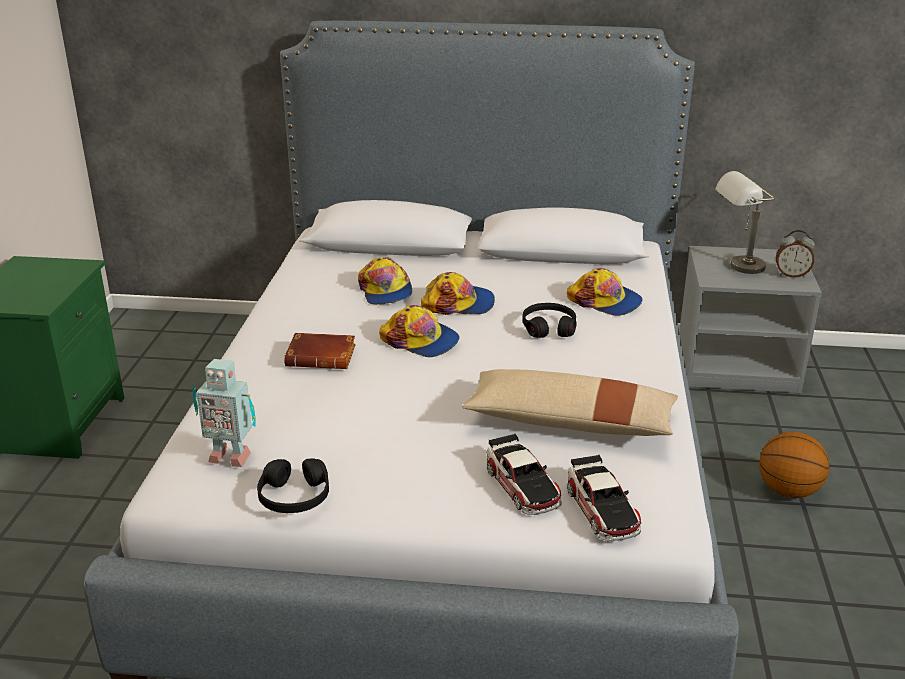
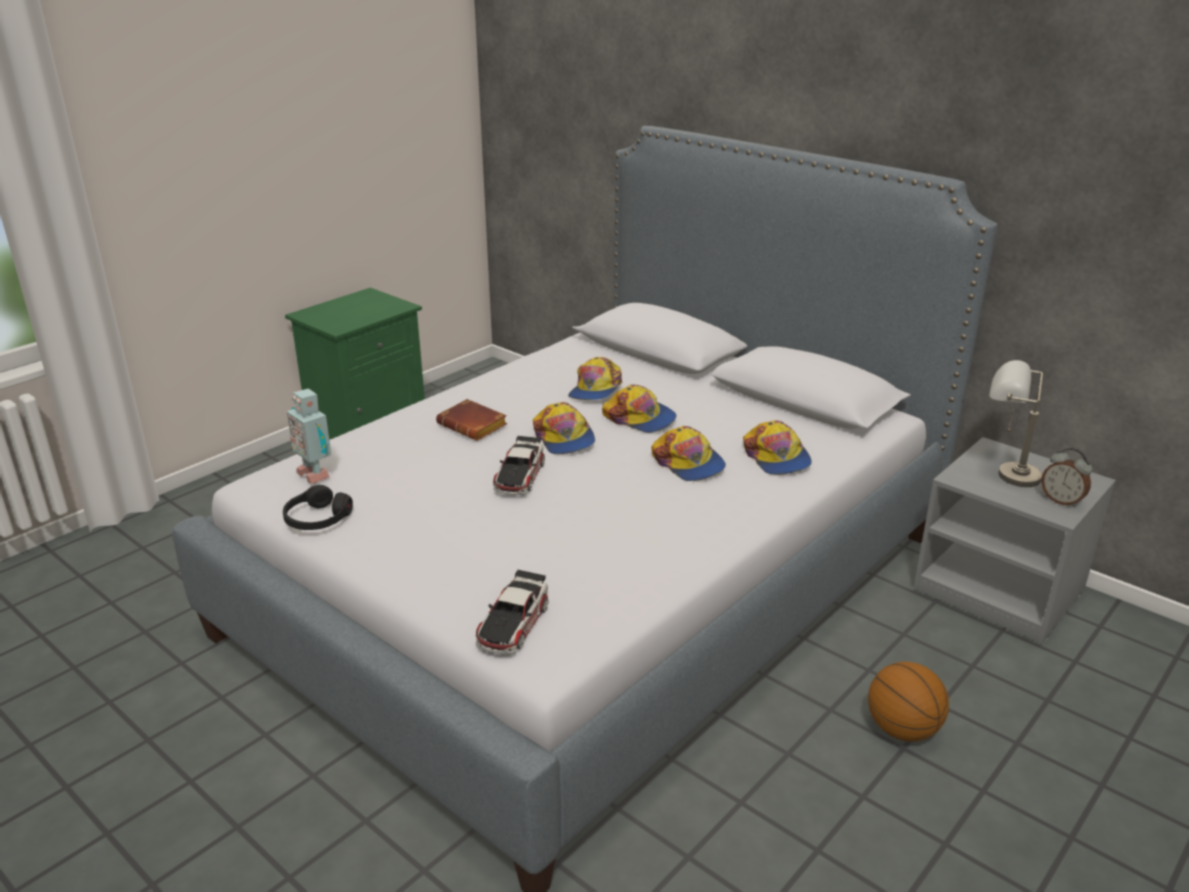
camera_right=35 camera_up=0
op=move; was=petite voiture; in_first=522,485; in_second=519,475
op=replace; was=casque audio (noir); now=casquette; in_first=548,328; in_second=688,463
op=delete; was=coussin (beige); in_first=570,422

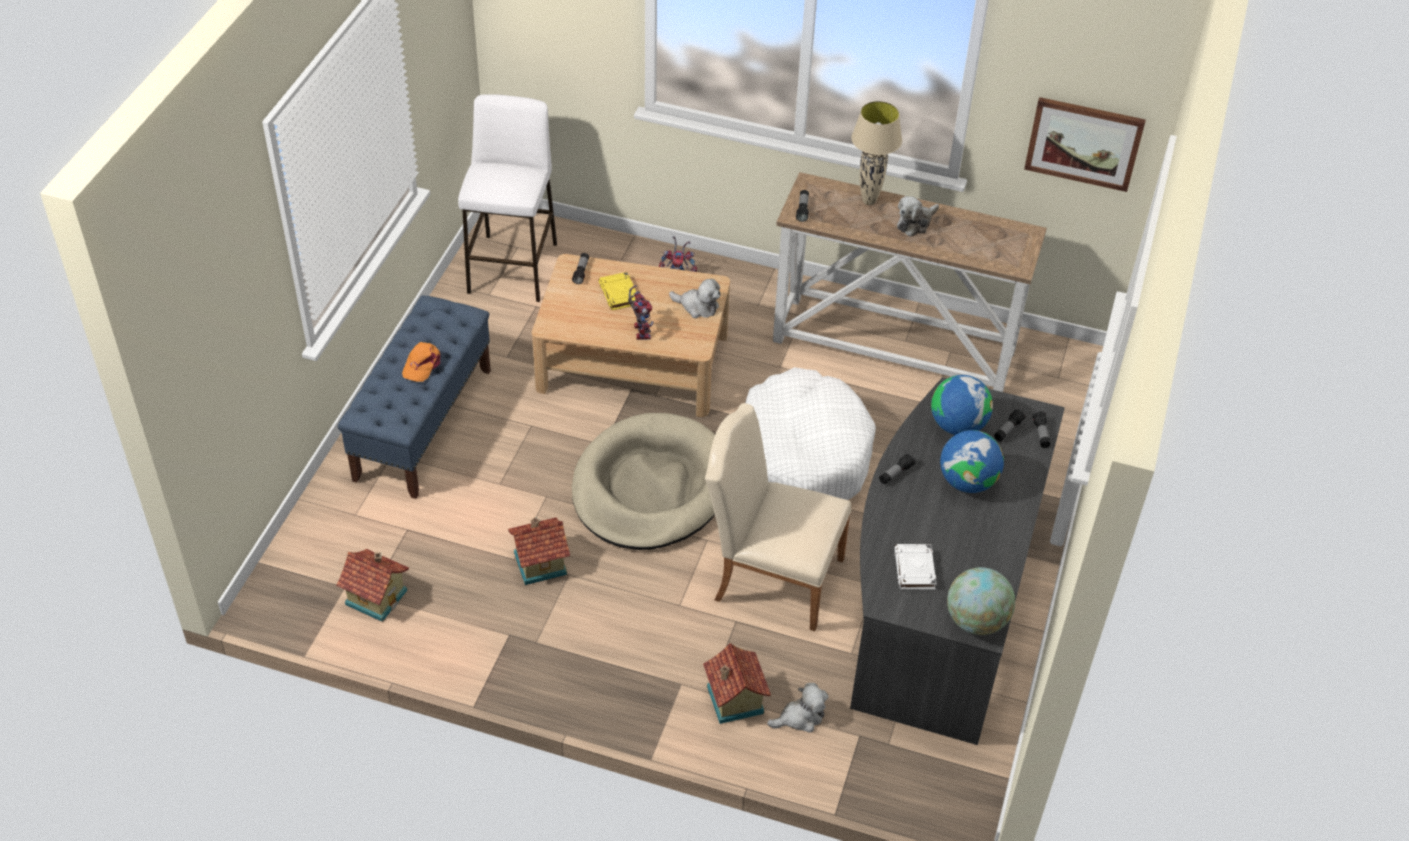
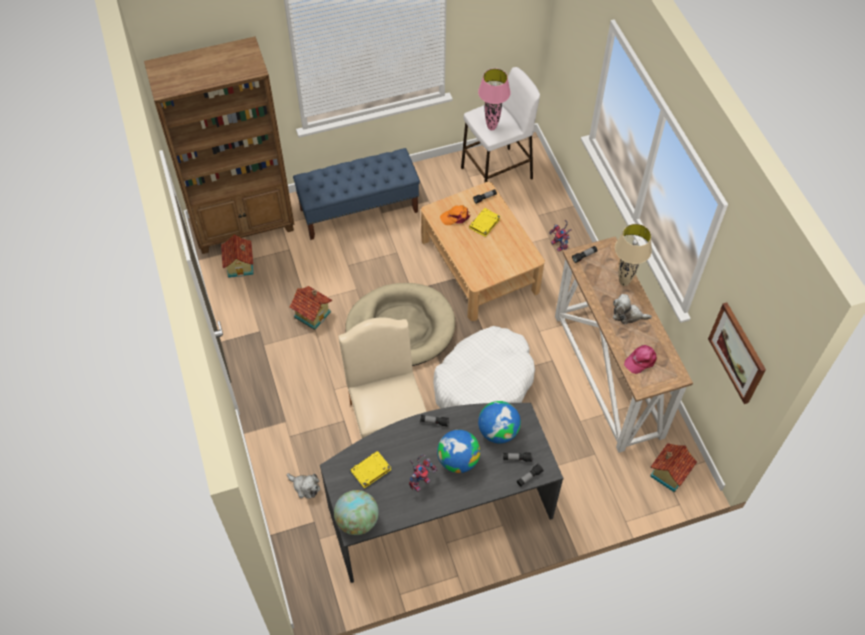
camera_right=55 camera_up=10
op=insert; now=bibliothèque (marron); in_second=244,225
op=recolor; was=livre (blanc); now=livre (jaune); in_first=915,570; in_second=370,471
op=move; was=robot jouet; in_first=640,330; in_second=420,480
op=move; was=casquette (orange); in_first=422,365; in_second=455,217
op=insert; now=lampe de table (rose); in_second=492,127
op=insert; now=casquette (rose); in_second=640,360
op=move; was=maison miniature; in_first=733,700; in_second=668,473
op=delete; was=peluche; in_first=697,306

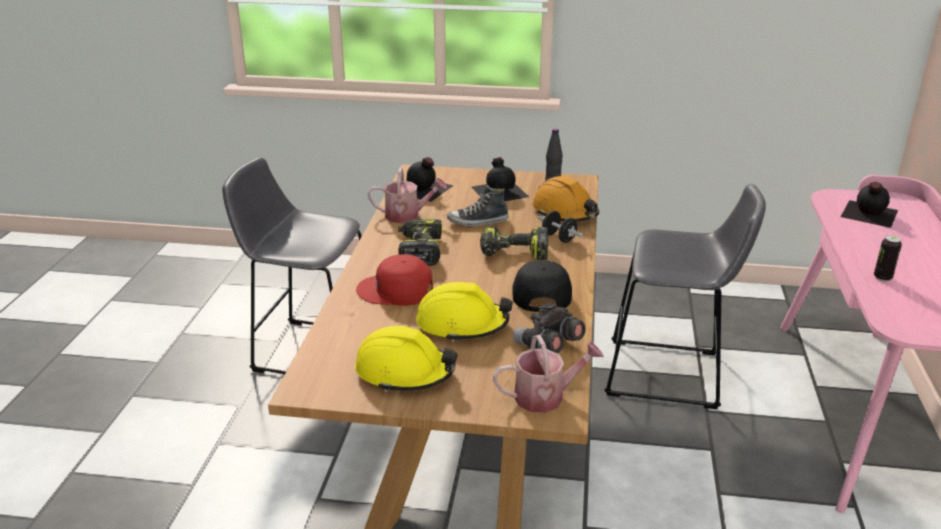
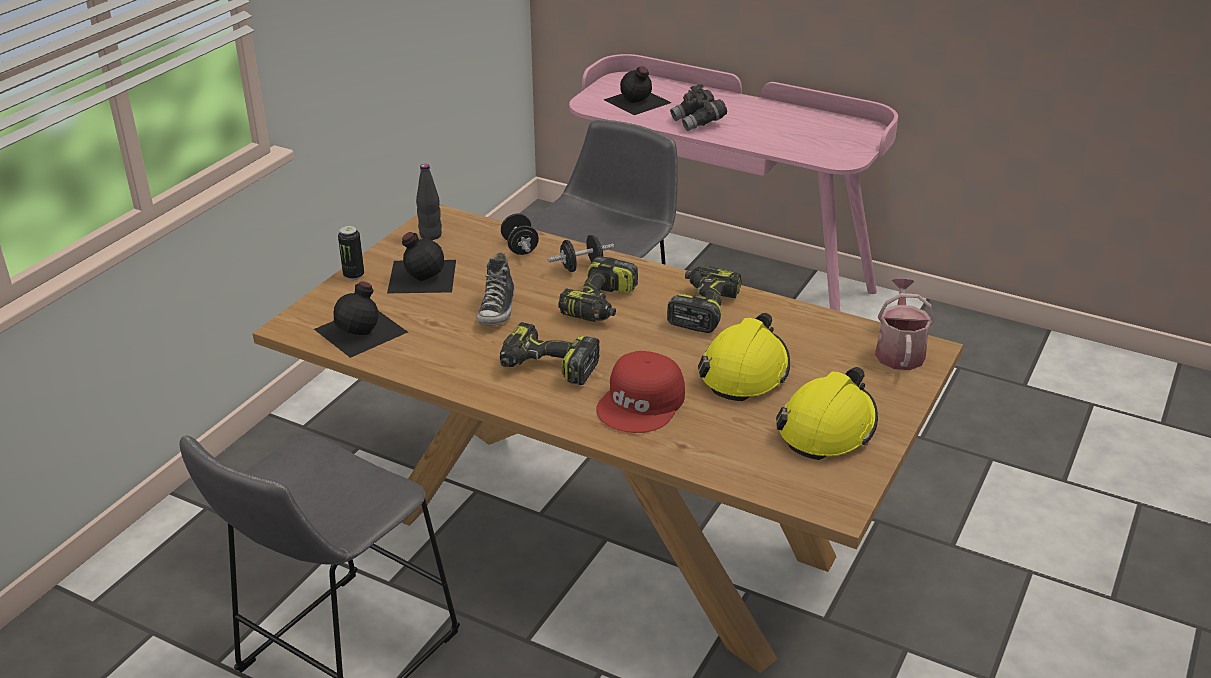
camera_right=-70 camera_up=5
op=move; was=boîte métallique; in_first=882,278; in_second=354,275
op=replace; was=casque de chantier (orange); now=haltère (noir); in_first=565,213; in_second=520,247
op=replace; was=casquette (noir); now=perceuse; in_first=540,293; in_second=702,308
op=move; was=jumelles (gris); in_first=548,346; in_second=698,122
op=delete; was=arrosoir; in_first=407,215

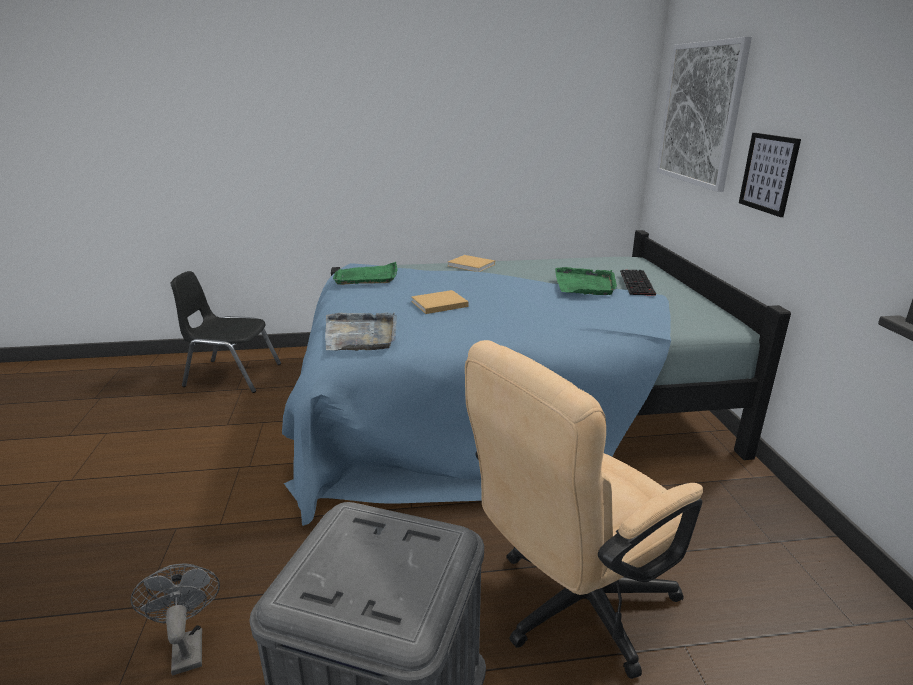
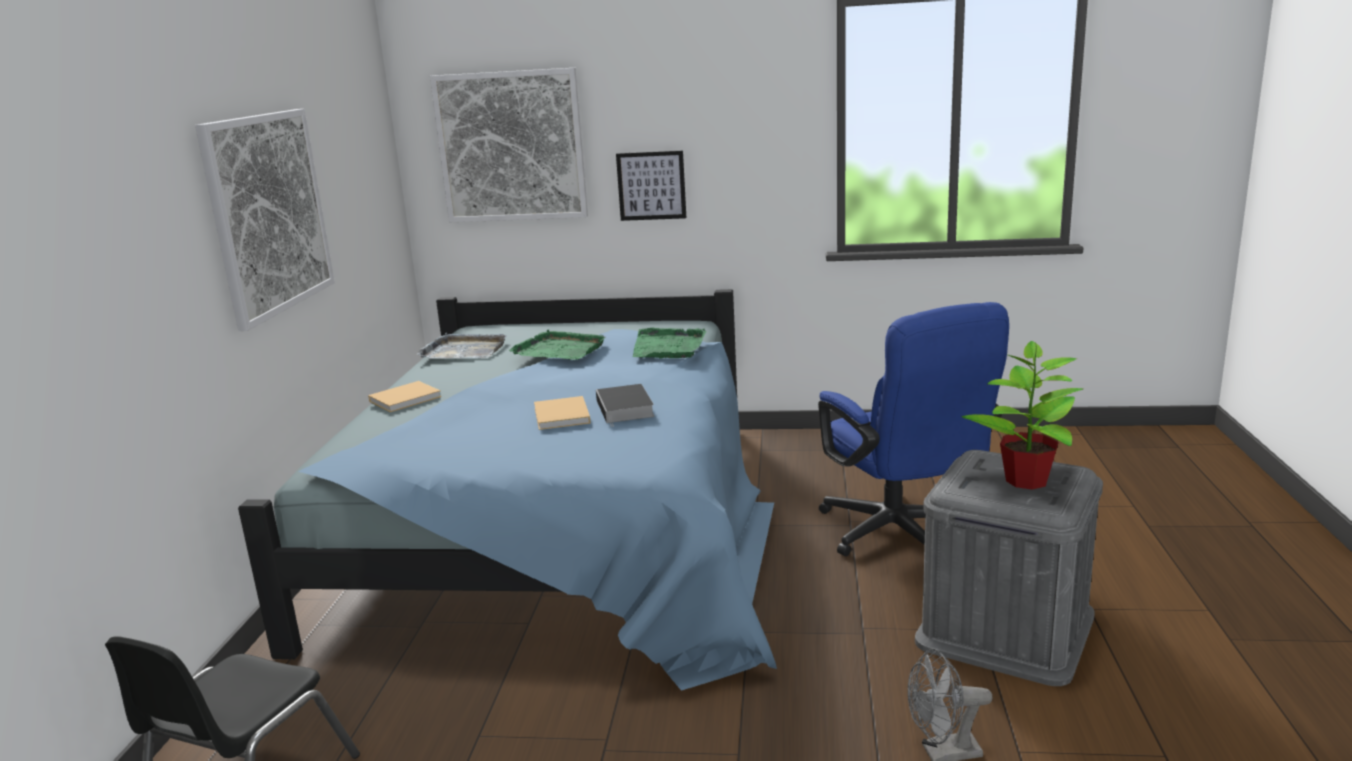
camera_right=-75 camera_up=-5
op=insert; now=tableau; in_second=268,213
op=move; was=plateau (gris); in_first=361,335; in_second=464,350
op=insert; now=livre; in_second=625,409
op=move; was=plateau (vert); in_first=367,277; in_second=668,347
op=recolor; was=chaise de bureau (beige); now=chaise de bureau (bleu); in_first=571,607; in_second=902,536
op=insert; now=plante en pot; in_second=1025,481
op=delete; was=clavier; in_first=638,283

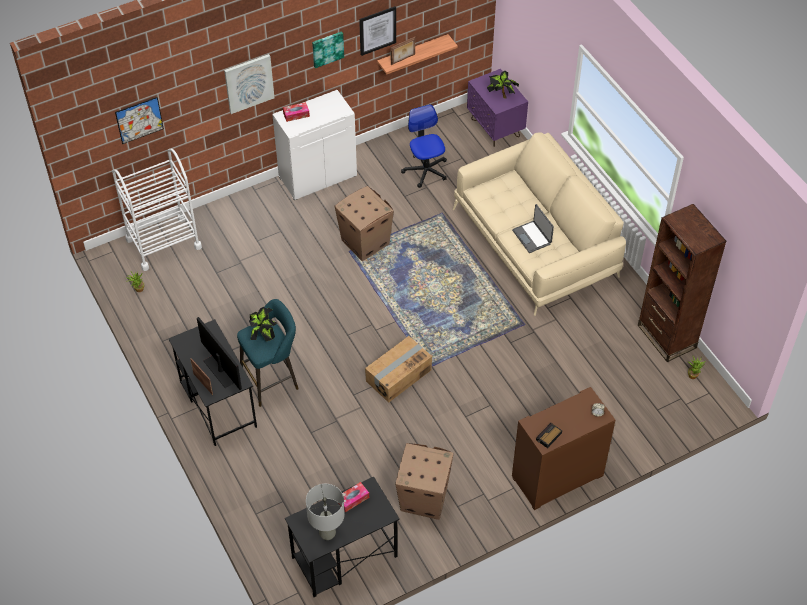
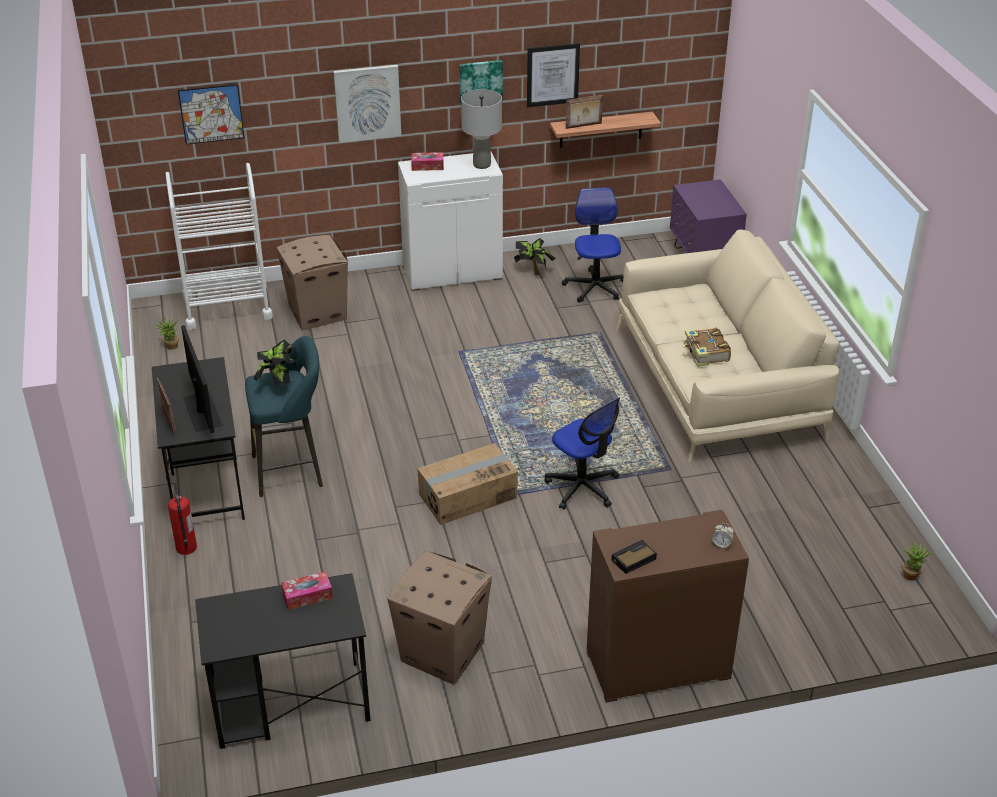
camera_right=15 camera_up=-15
op=insert; now=extincteur; in_second=186,548
op=move; was=carton; in_first=365,241; in_second=317,312
op=move; was=lampe de table (gris); in_first=327,533; in_second=482,165
op=move; was=plante en pot; in_first=501,95; in_second=533,271
op=insert; now=chaise de bureau; in_second=582,487
op=replace; was=ordinateur portable; now=livre; in_first=532,237; in_second=706,353
op=delete; was=bibliothèque (marron); in_first=666,336

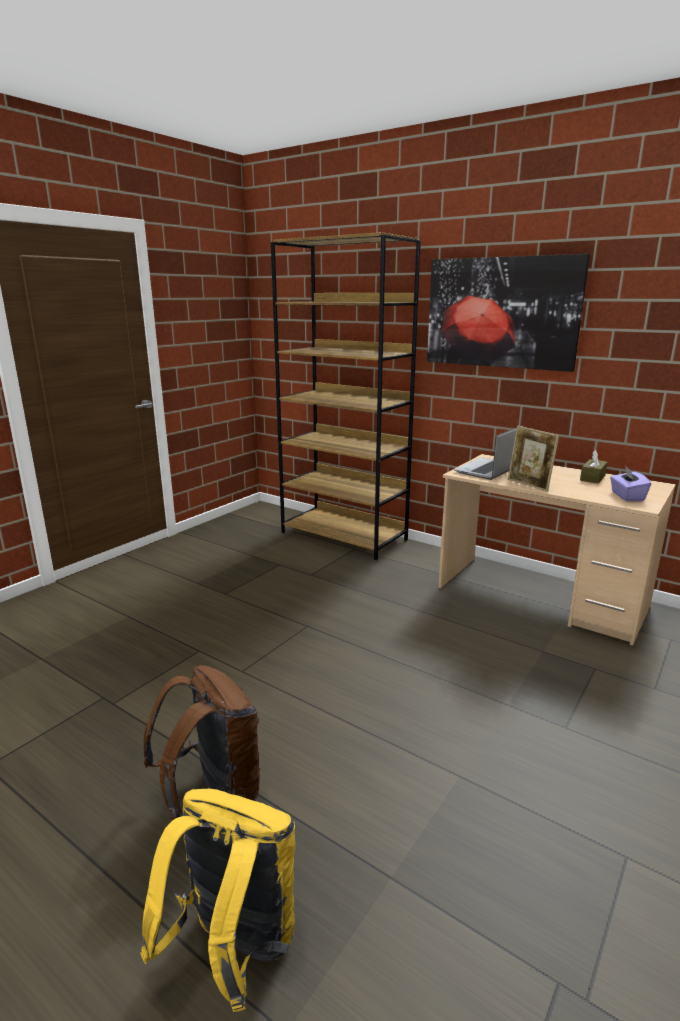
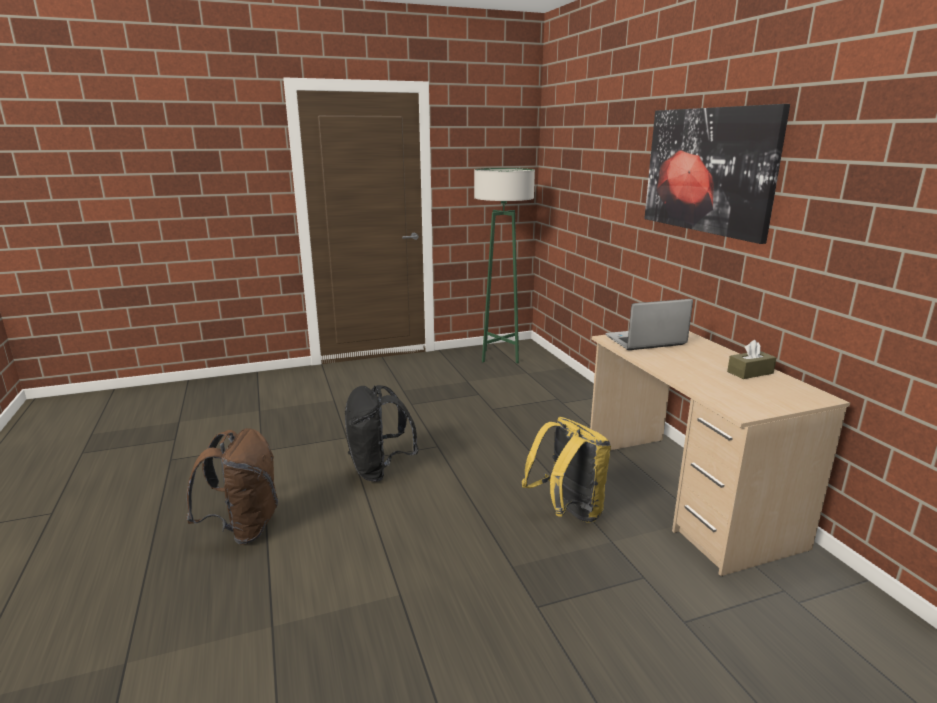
camera_right=35 camera_up=0
op=insert; now=sac à dos (noir); in_second=379,470
op=insert; now=lampadaire (vert); in_second=500,356
op=move; was=sac à dos (jaune); in_first=234,949; in_second=567,512
op=delete; was=bibliothèque (marron); in_first=344,536
op=delete; was=cadre photo; in_first=529,485
op=delete; was=boîte à mouchoirs (violet); in_first=626,496

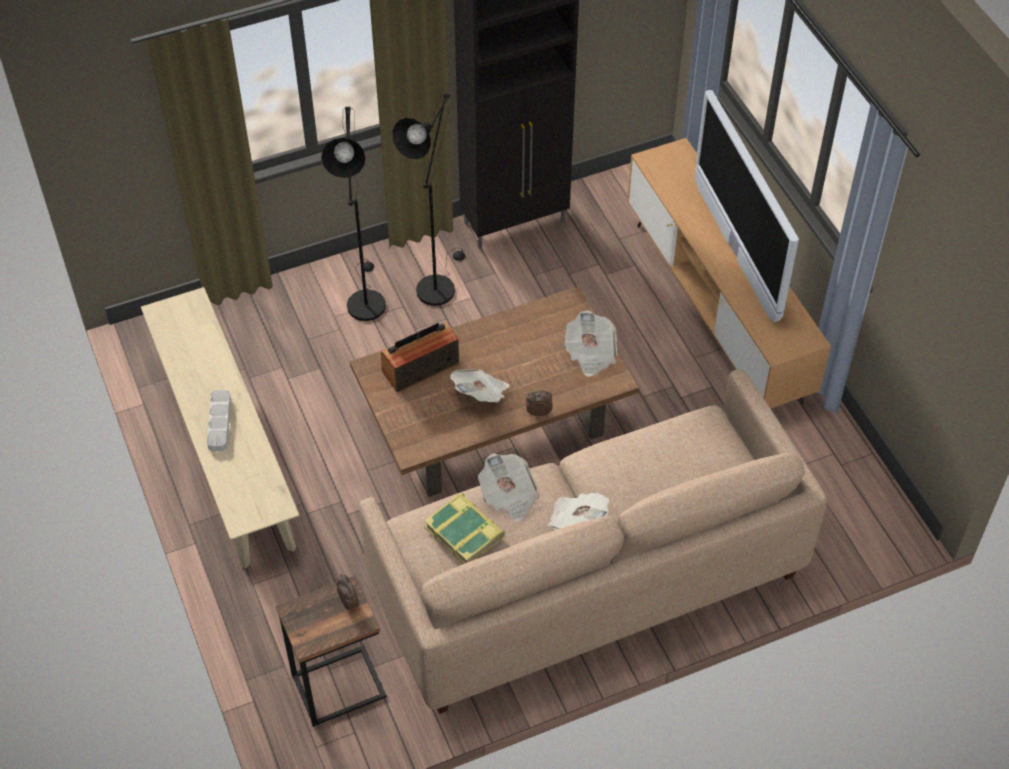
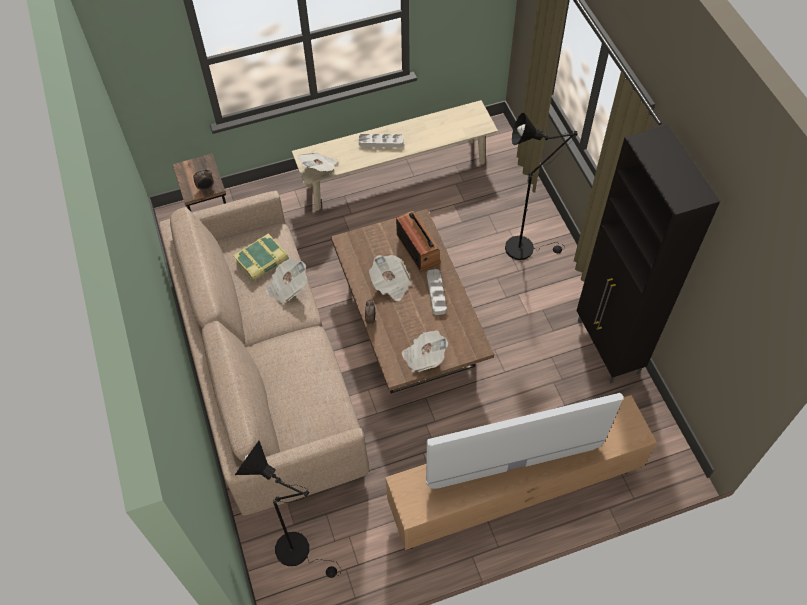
camera_right=95 camera_up=5
op=move; was=lampadaire (noir); in_first=437,284; in_second=299,551
op=move; was=journal; in_first=577,521; in_second=319,168
op=insert; now=plateau (gris); in_second=436,293

